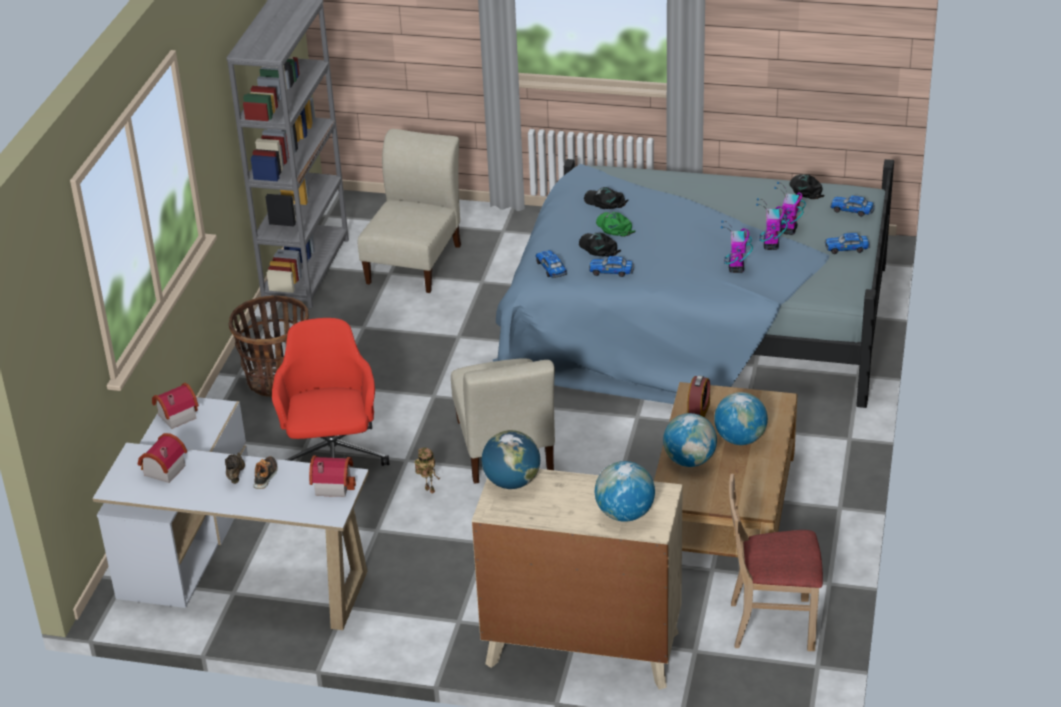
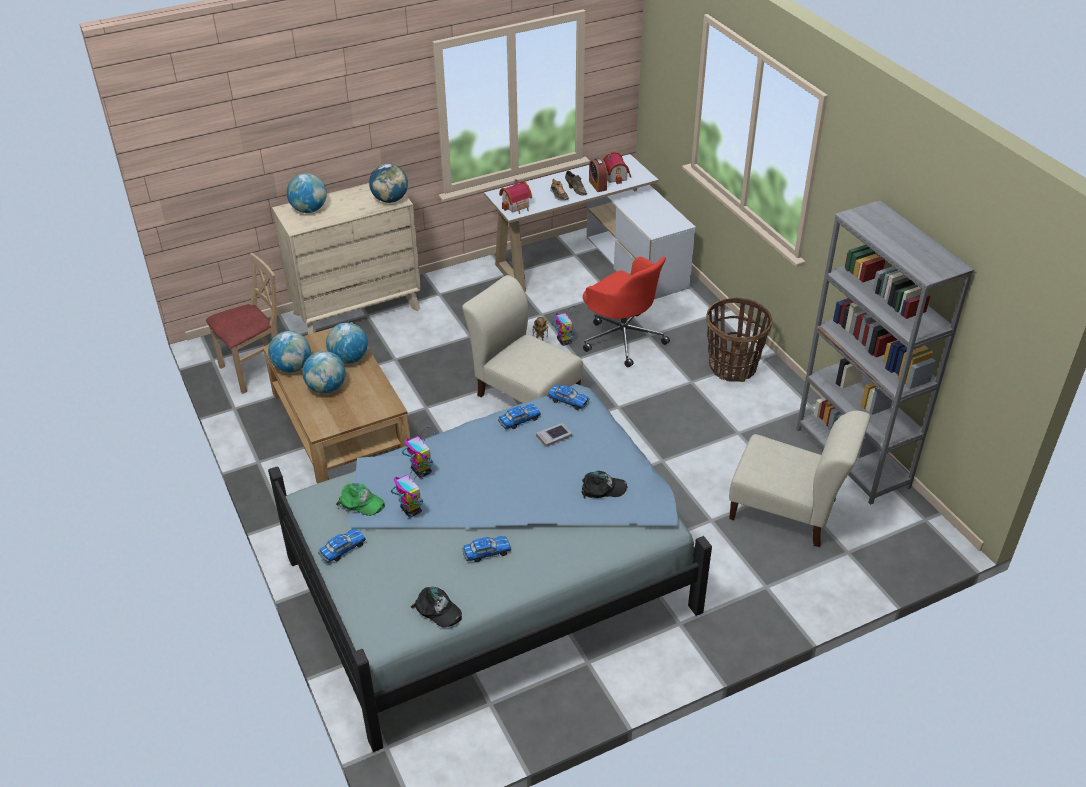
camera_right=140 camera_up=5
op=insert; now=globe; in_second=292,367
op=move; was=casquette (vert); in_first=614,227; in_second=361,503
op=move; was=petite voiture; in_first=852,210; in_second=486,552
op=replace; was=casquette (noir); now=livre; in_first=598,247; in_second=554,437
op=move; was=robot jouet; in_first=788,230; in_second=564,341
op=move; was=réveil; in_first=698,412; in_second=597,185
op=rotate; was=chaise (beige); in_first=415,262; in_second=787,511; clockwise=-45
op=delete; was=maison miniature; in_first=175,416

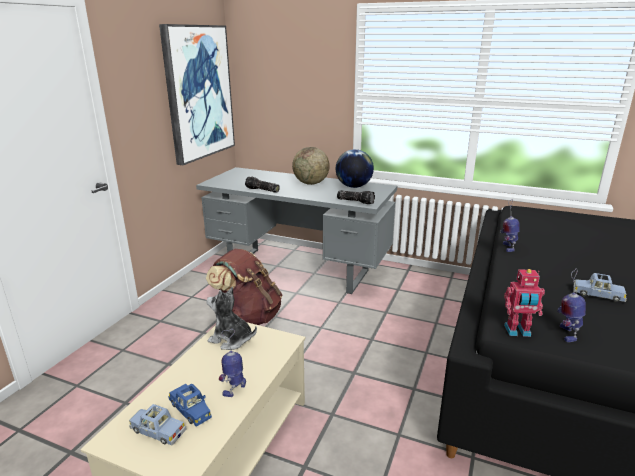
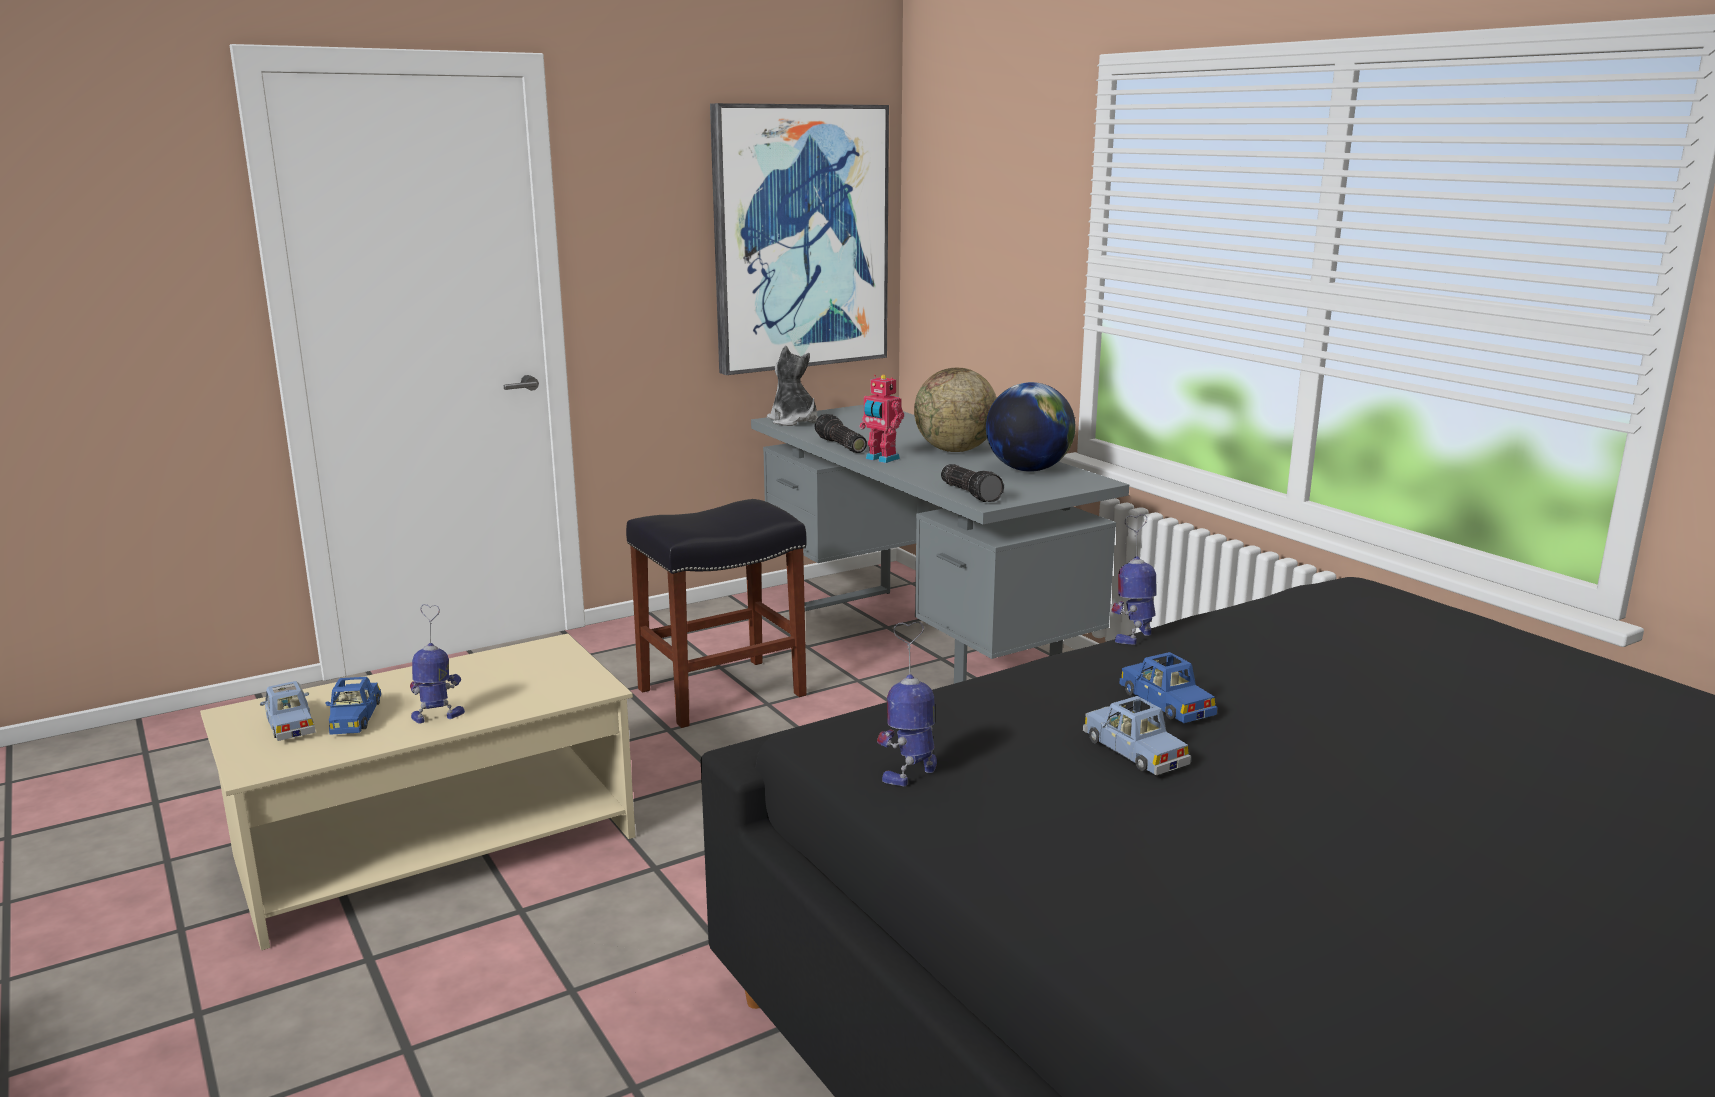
camera_right=35 camera_up=-5
op=replace; was=sac à dos (marron); now=tabouret (noir); in_first=248,317; in_second=723,691
op=move; was=peluche; in_first=231,339; in_second=793,421
op=move; was=robot jouet; in_first=517,331; in_second=881,459
op=insert; now=petite voiture (bleu); in_second=1164,703

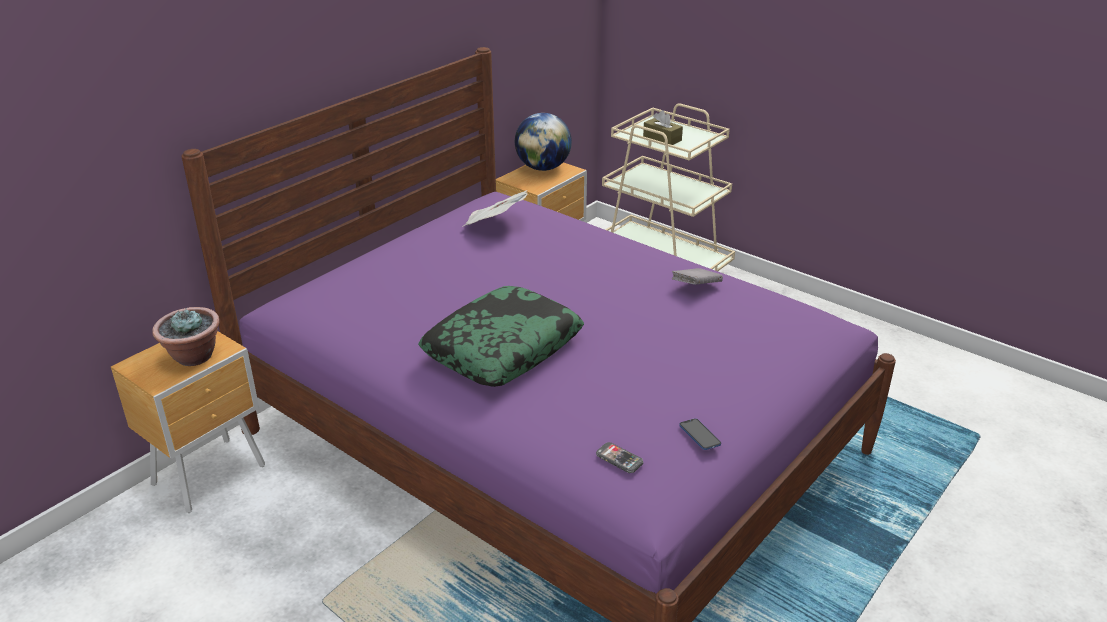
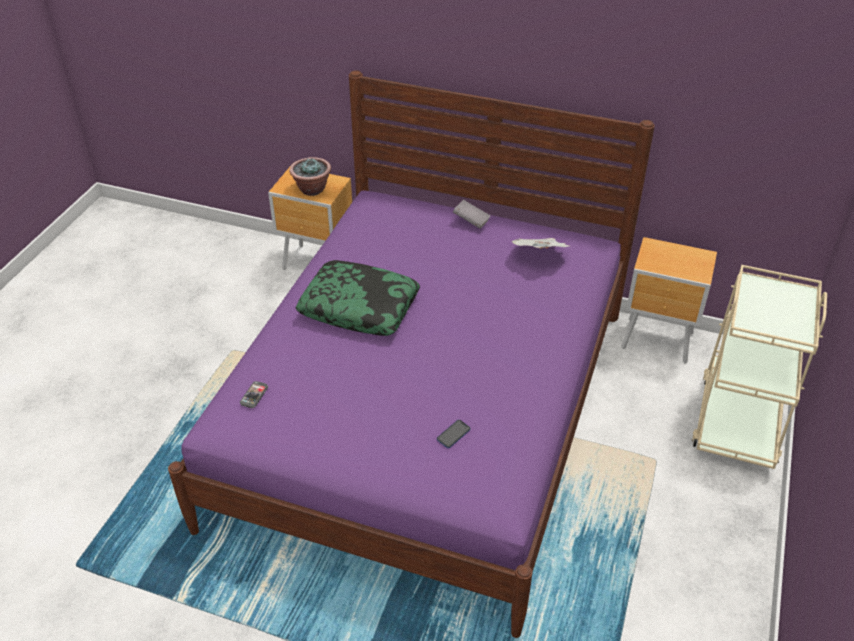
camera_right=70 camera_up=10
op=move; was=téléphone; in_first=699,435; in_second=453,434
op=move; was=livre (gris); in_first=696,287; in_second=471,221
op=delete; was=globe; in_first=543,168
op=delete; was=boîte à mouchoirs (marron); in_first=662,138

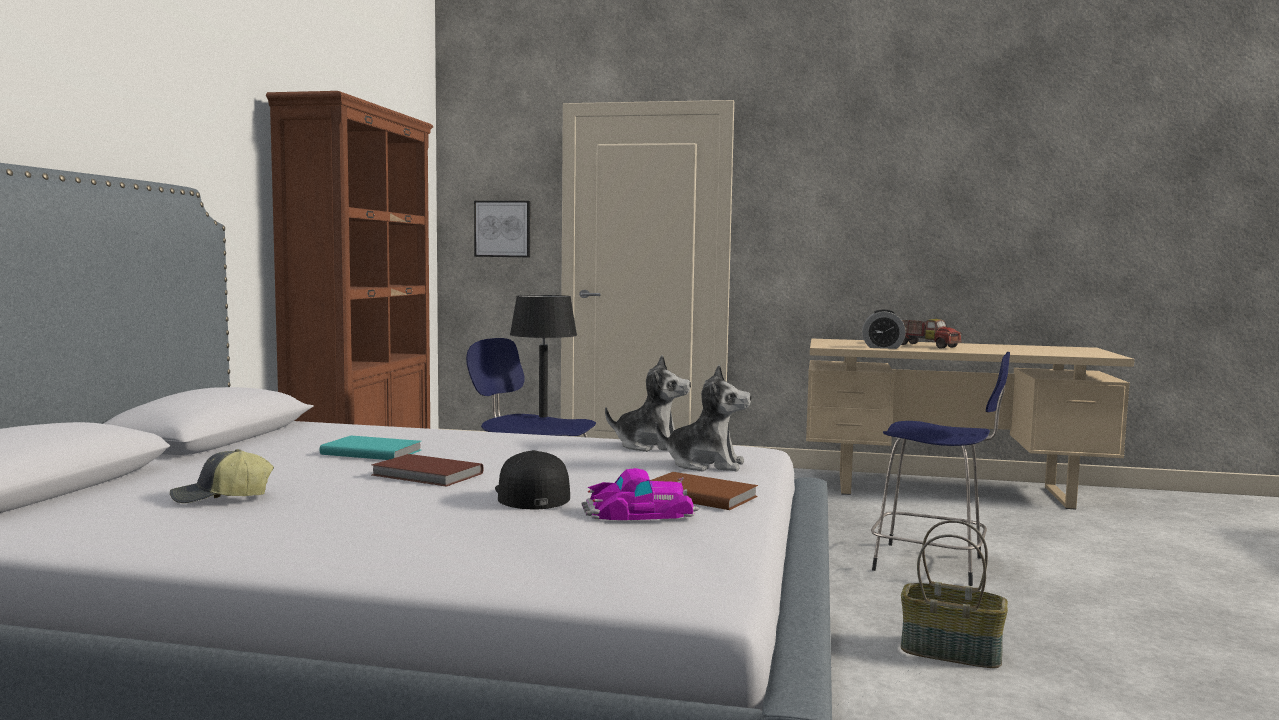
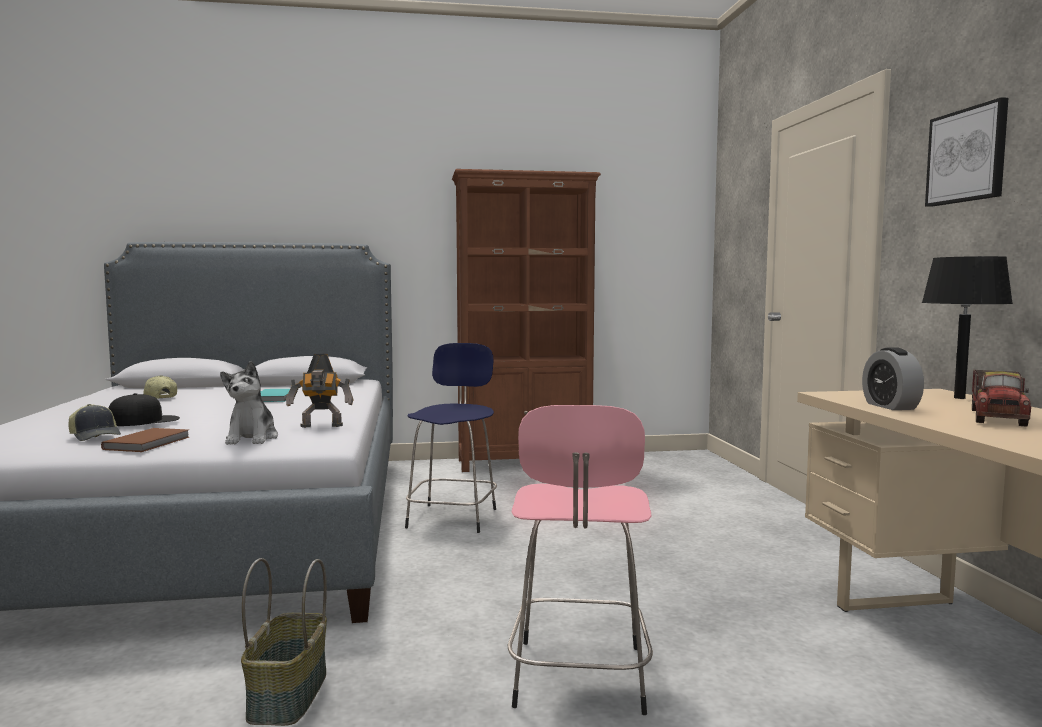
camera_right=70 camera_up=0
op=replace; was=petite voiture; now=casquette; in_first=639,511; in_second=96,436
op=replace; was=peluche; now=robot jouet; in_first=650,446; in_second=321,426
op=recolor; was=tabouret (bleu); now=tabouret (rose); in_first=933,564; in_second=579,679
op=move; was=lampe de table (noir); in_first=542,416; in_second=959,398
op=move; was=tableau; in_first=503,229; in_second=967,155
op=delete; was=livre (marron); in_first=427,475

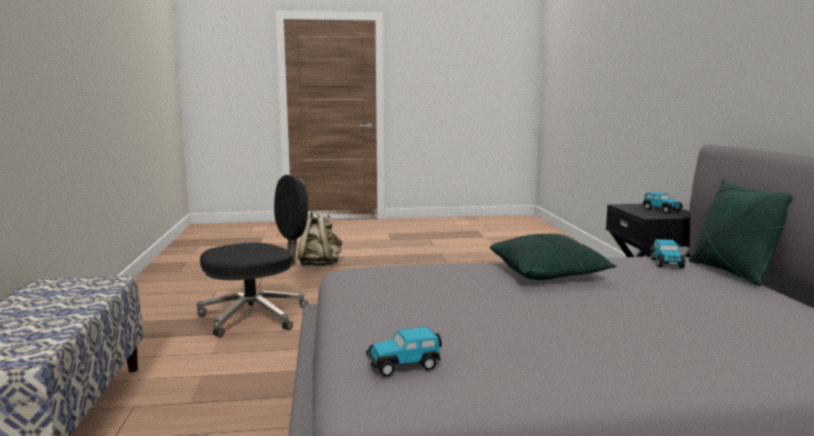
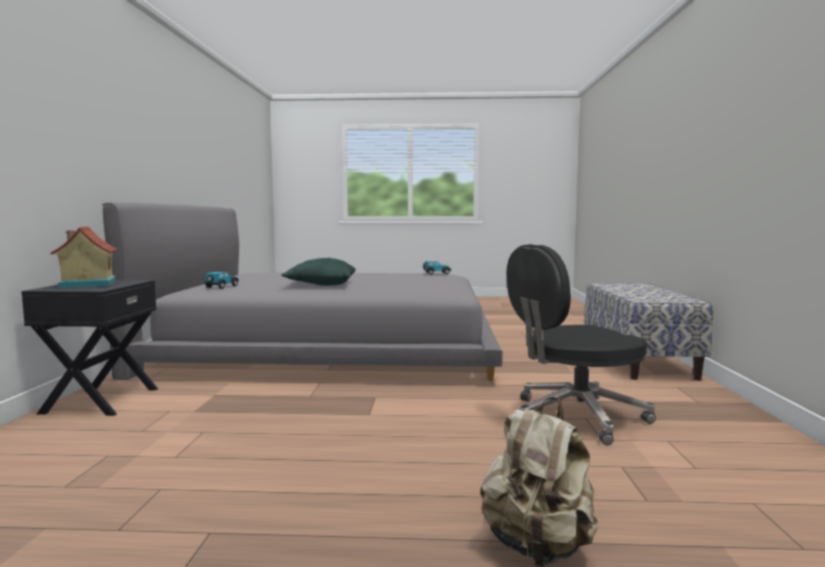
camera_right=-170 camera_up=-5
op=replace; was=petite voiture; now=maison miniature; in_first=661,210; in_second=86,284
op=delete; was=coussin (vert); in_first=731,273

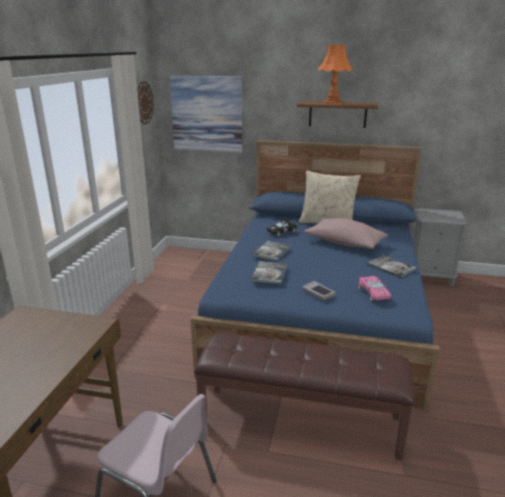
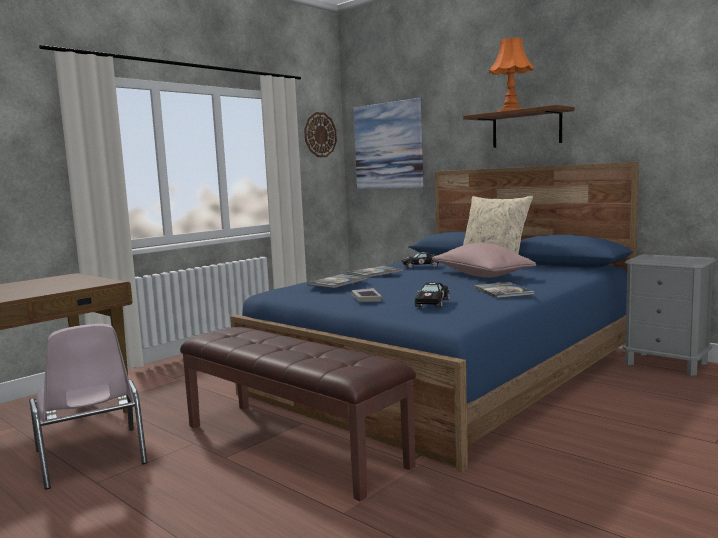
camera_right=30 camera_up=-15
op=recolor; was=petite voiture (rose); now=petite voiture (noir); in_first=373,293; in_second=432,303

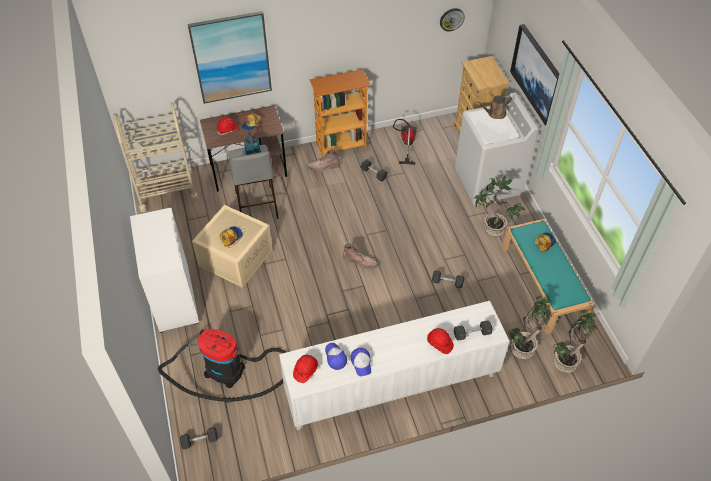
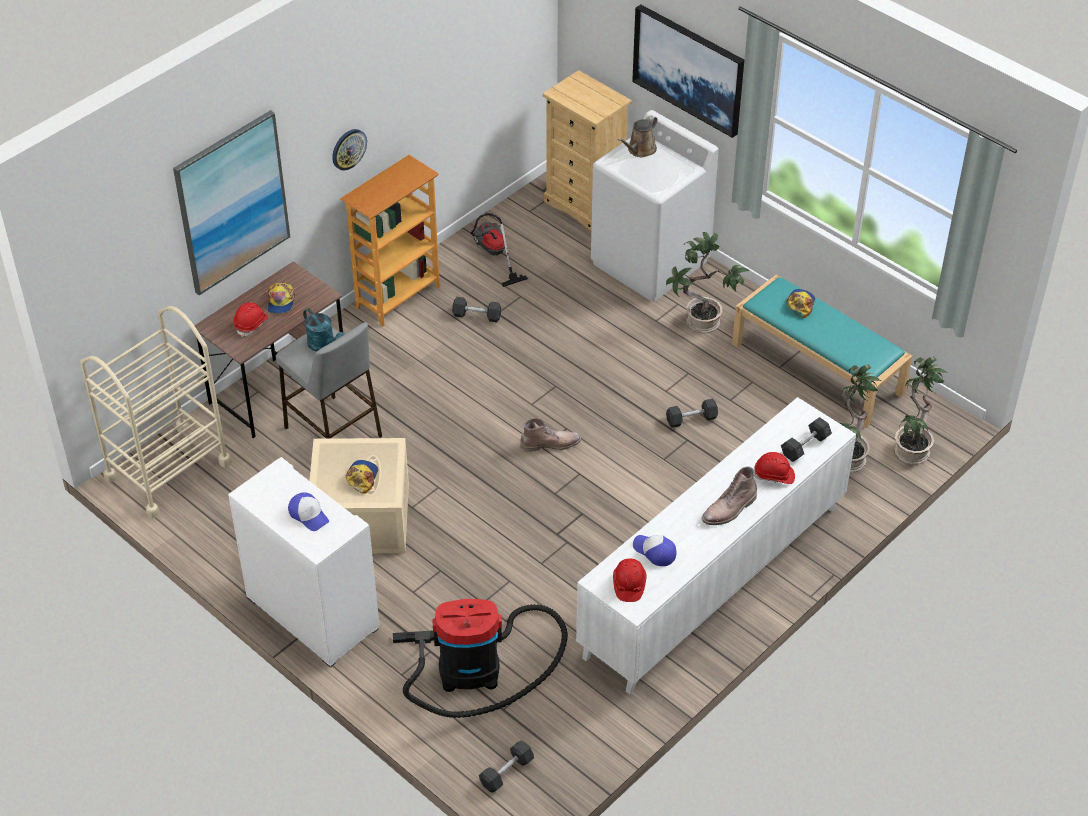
camera_right=-30 camera_up=-5
op=move; was=casquette; in_first=361,363; in_second=309,515
op=move; was=horloge murale; in_first=451,19; in_second=348,149
op=move; was=botte (marron); in_first=323,167; in_second=729,510

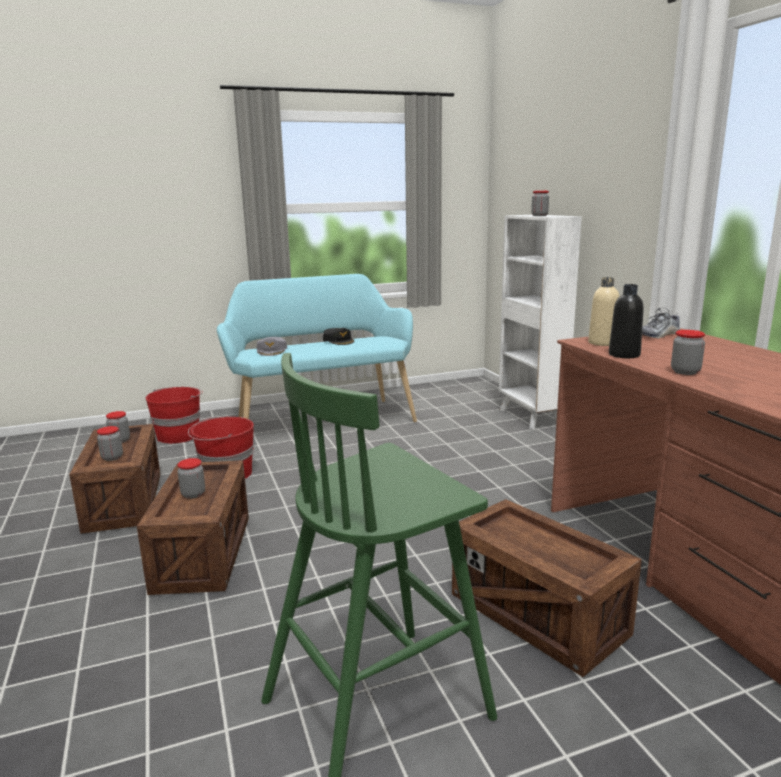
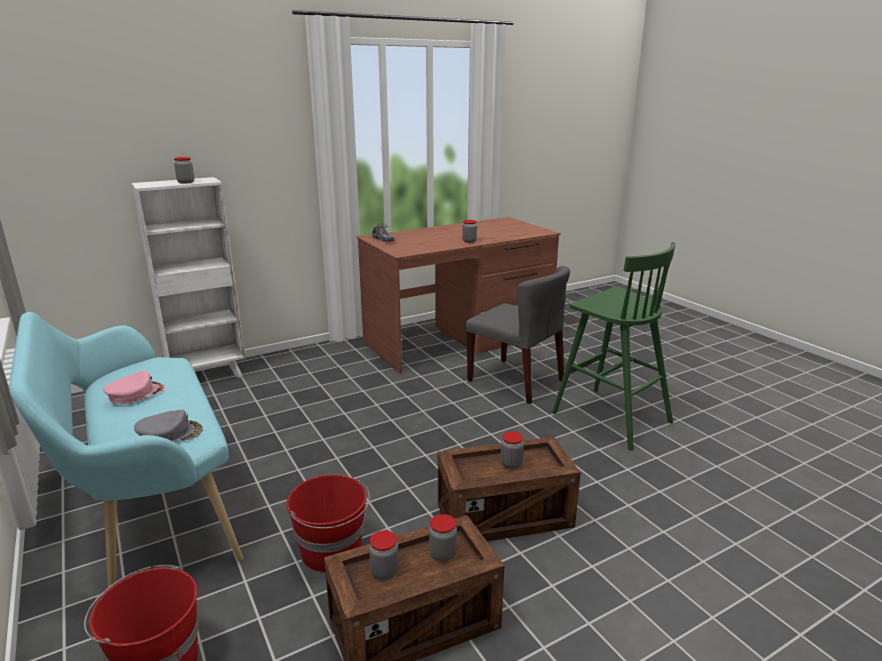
camera_right=-100 camera_up=5
op=recolor; was=casquette (noir); now=casquette (rose); in_first=338,341; in_second=135,393
op=replace; was=caisse; now=chaise (gris); in_first=537,615; in_second=516,380
op=delete; was=bouteille (beige); in_first=602,343
op=delete; was=bouteille (noir); in_first=624,355

